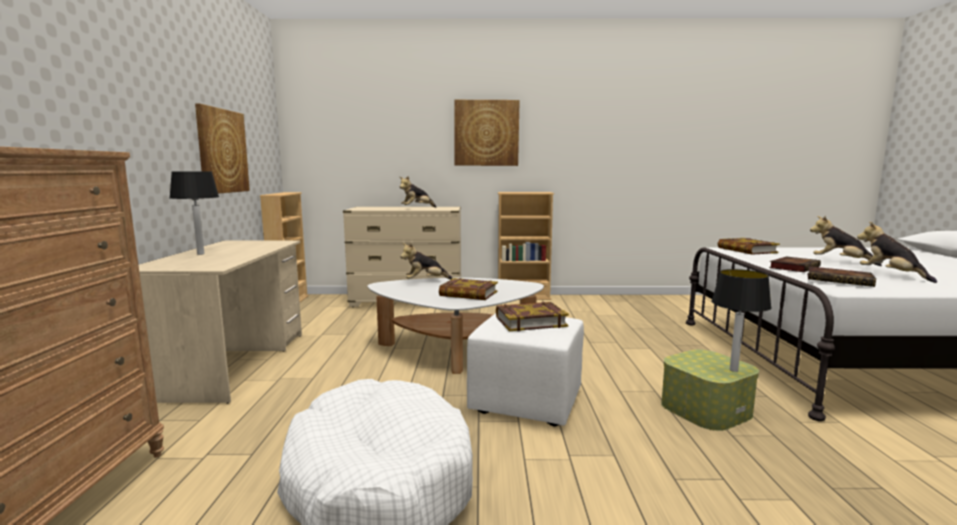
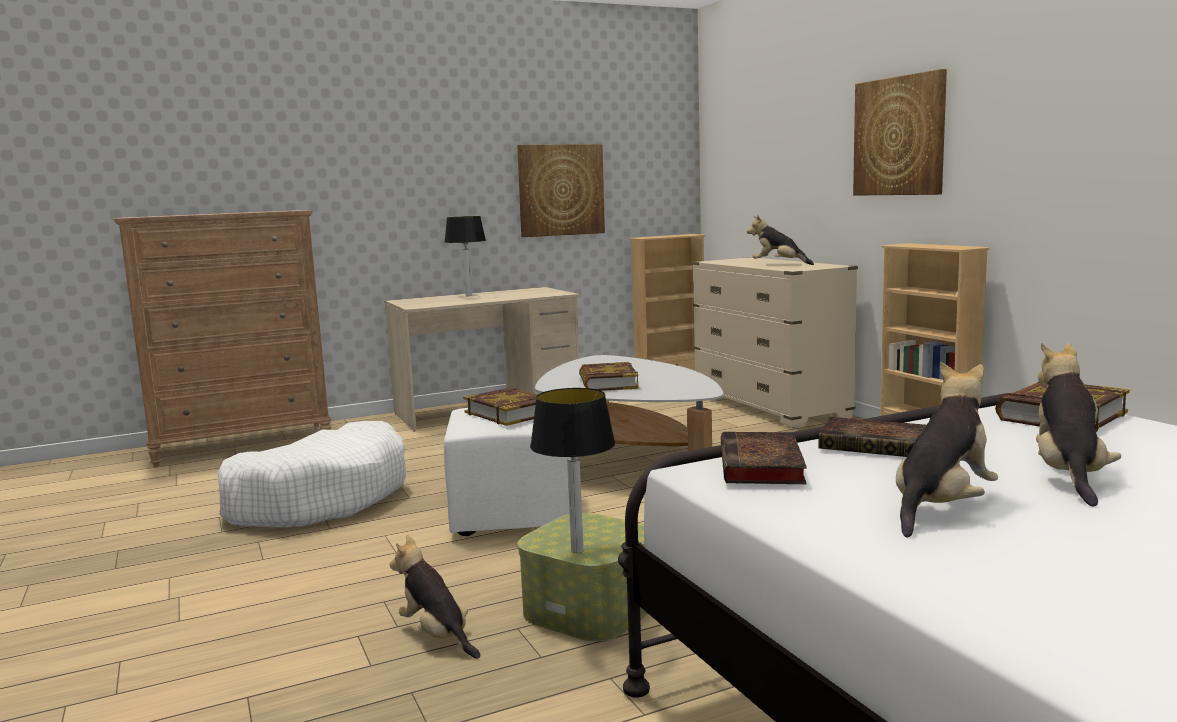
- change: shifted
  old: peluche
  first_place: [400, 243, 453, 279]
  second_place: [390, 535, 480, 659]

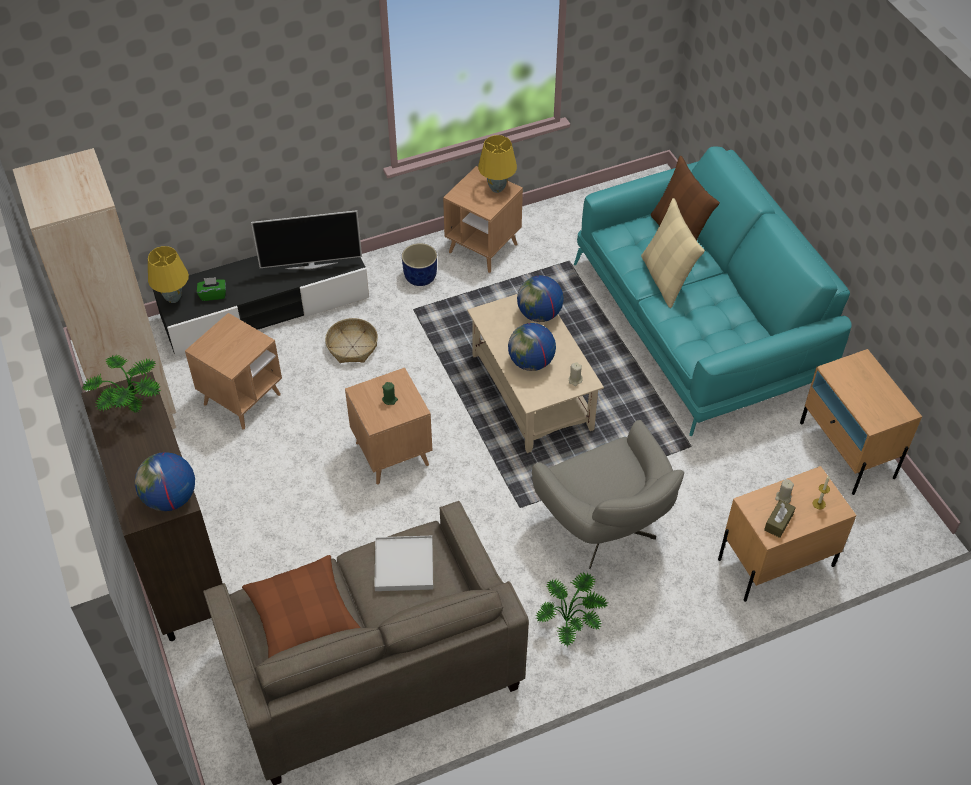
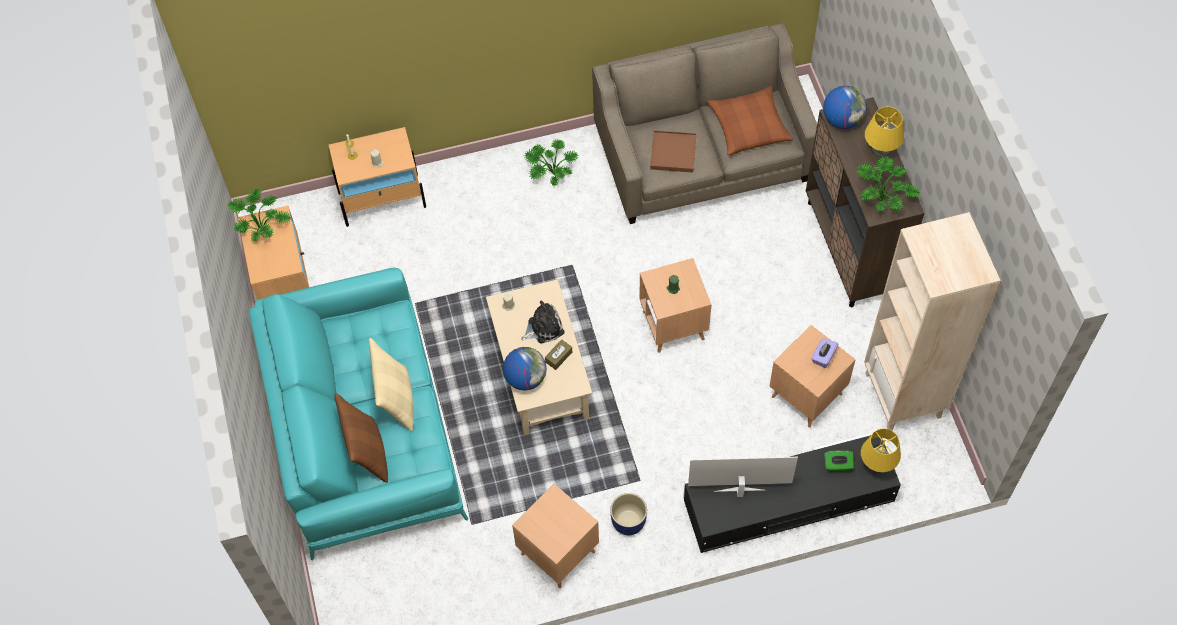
- change: new
  new: plante en pot
  second_place: [228, 188, 292, 242]
- change: swapped
  old: globe
  new: peluche
  first_place: [508, 323, 556, 371]
  second_place: [521, 301, 565, 343]
- change: shifted
  old: boîte à mouchoirs [marron]
  first_place: [764, 500, 796, 538]
  second_place: [545, 339, 572, 370]
- change: repainted
  old: plateau [blanc]
  new: plateau [marron]
  first_place: [374, 536, 433, 591]
  second_place: [650, 130, 696, 173]
- change: new
  new: boîte à mouchoirs [violet]
  second_place: [812, 338, 838, 368]
- change: shifted
  old: lampe de table [jaune]
  first_place: [478, 135, 517, 193]
  second_place: [865, 106, 904, 157]
- change: gone
  old: panier
  first_place: [325, 318, 378, 363]
- change: gone
  old: fauteuil [gris]
  first_place: [532, 420, 684, 569]

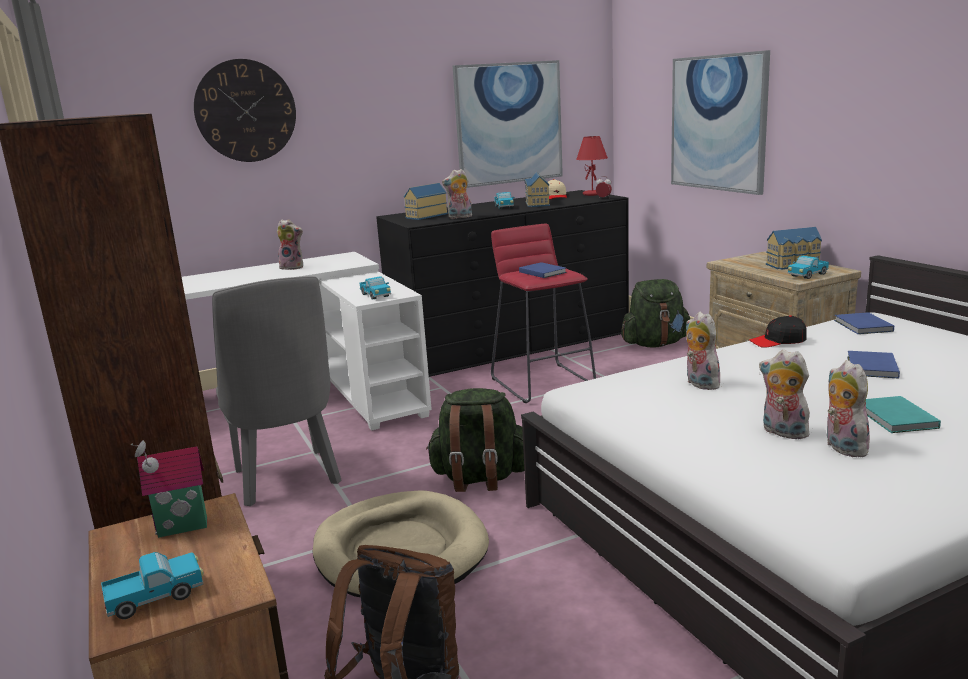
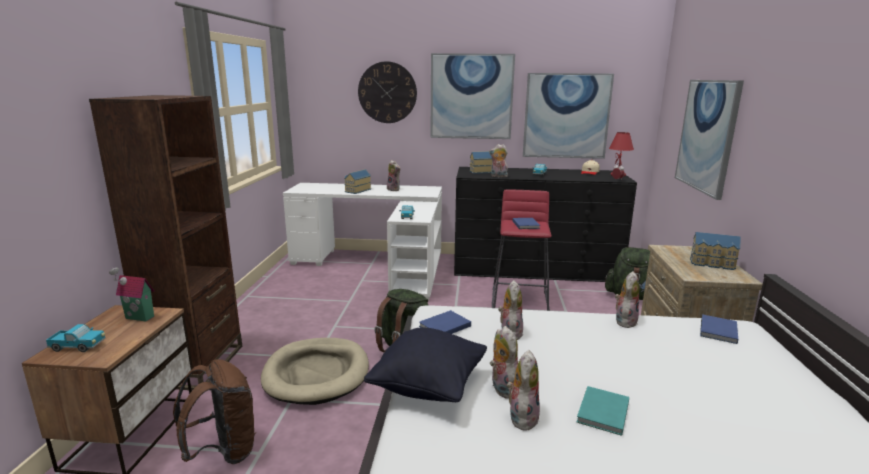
- change: shifted
  old: maison miniature
  first_place: [525, 172, 550, 207]
  second_place: [344, 169, 371, 194]
- change: new
  new: coussin [noir]
  second_place: [364, 327, 487, 402]
- change: shifted
  old: livre [bleu]
  first_place: [847, 351, 900, 379]
  second_place: [419, 310, 471, 334]
- change: new
  new: tableau
  second_place: [430, 53, 515, 139]
- change: swapped
  old: casquette [noir]
  new: peluche
  first_place: [749, 315, 807, 348]
  second_place: [615, 271, 639, 328]
- change: gone
  old: chaise [gris]
  first_place: [212, 276, 341, 506]
- change: gone
  old: camion jouet
  first_place: [788, 256, 829, 279]

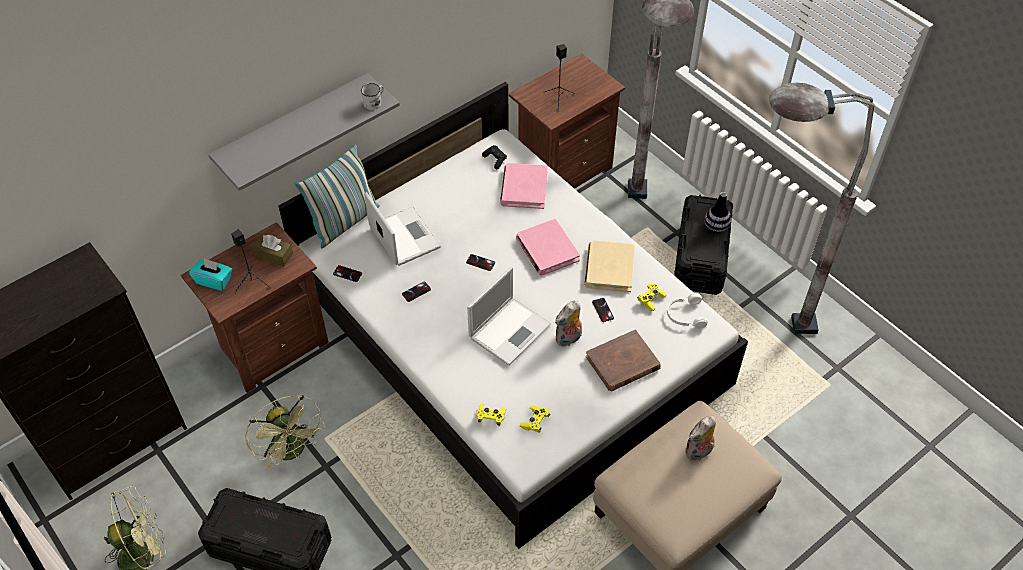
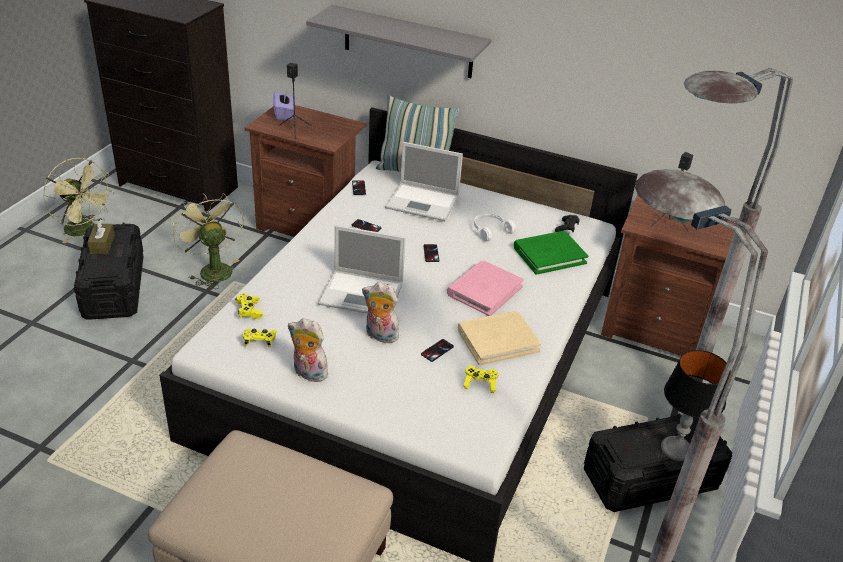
- change: shifted
  old: boîte à mouchoirs [marron]
  first_place: [252, 234, 293, 267]
  second_place: [87, 220, 115, 254]
- change: rotated
  old: ventilateur [vert]
  first_place: [245, 395, 325, 470]
  second_place: [171, 193, 244, 289]
  degrees: 120
- change: repainted
  old: boîte à mouchoirs [turquoise]
  new: boîte à mouchoirs [violet]
  first_place: [189, 258, 232, 291]
  second_place: [273, 91, 294, 120]
- change: shifted
  old: peluche
  first_place: [685, 416, 716, 460]
  second_place: [288, 318, 330, 382]
- change: rotated
  old: ordinateur portable
  first_place: [364, 192, 441, 266]
  second_place: [385, 142, 463, 221]
  degrees: 75
- change: shifted
  old: casque audio [blanc]
  first_place: [667, 293, 708, 329]
  second_place: [474, 213, 516, 241]
- change: repainted
  old: livre [rose]
  new: livre [vert]
  first_place: [500, 163, 548, 209]
  second_place: [514, 231, 588, 275]
- change: swapped
  old: vase
  new: lampe de table
  first_place: [704, 192, 731, 233]
  second_place: [661, 350, 731, 461]
- change: gone
  old: mug [blanc]
  first_place: [361, 83, 384, 110]
- change: gone
  old: livre [marron]
  first_place: [586, 330, 661, 391]

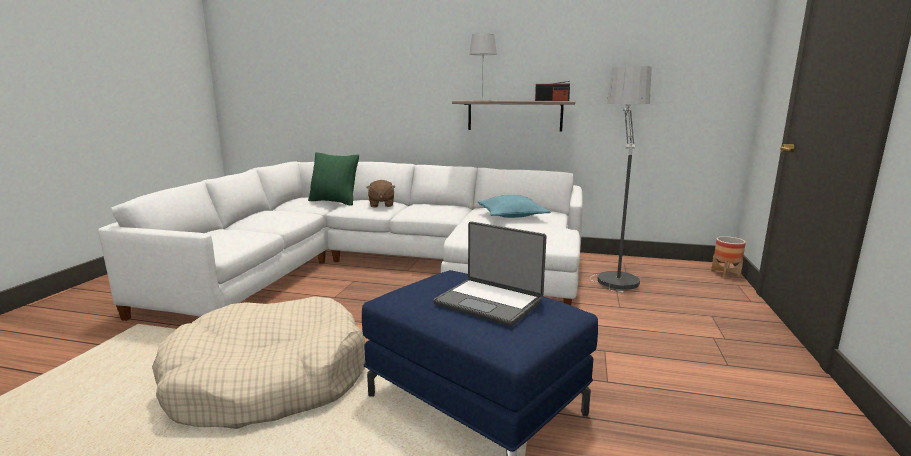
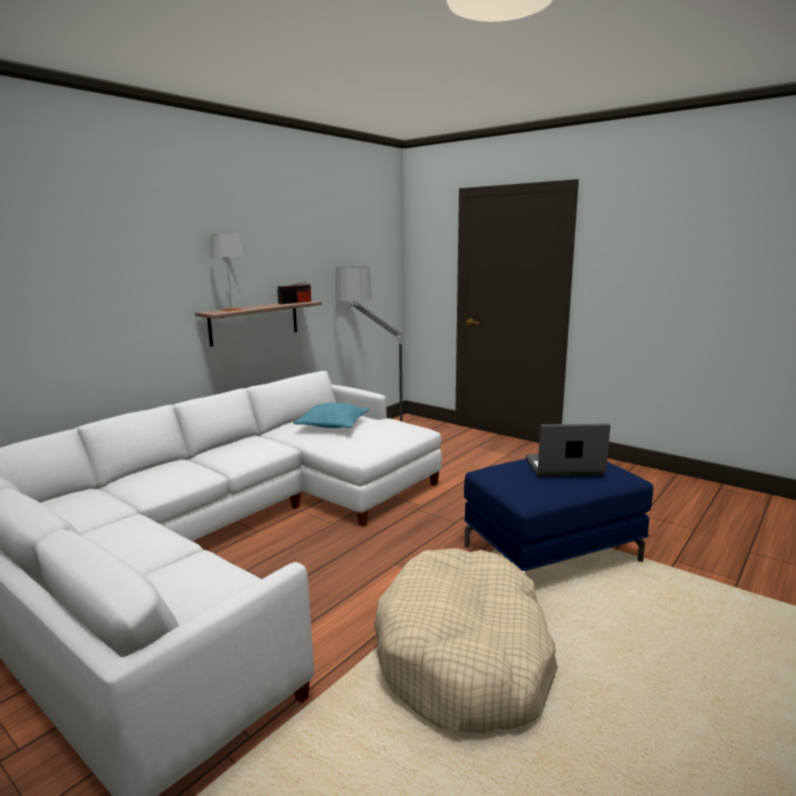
- change: rotated
  old: ordinateur portable
  first_place: [433, 221, 546, 326]
  second_place: [526, 423, 610, 477]
  degrees: -150
- change: gone
  old: coussin [vert]
  first_place: [308, 152, 359, 206]
- change: gone
  old: peluche [marron]
  first_place: [366, 180, 395, 207]
- change: gone
  old: cache-pot
  first_place: [711, 236, 746, 278]

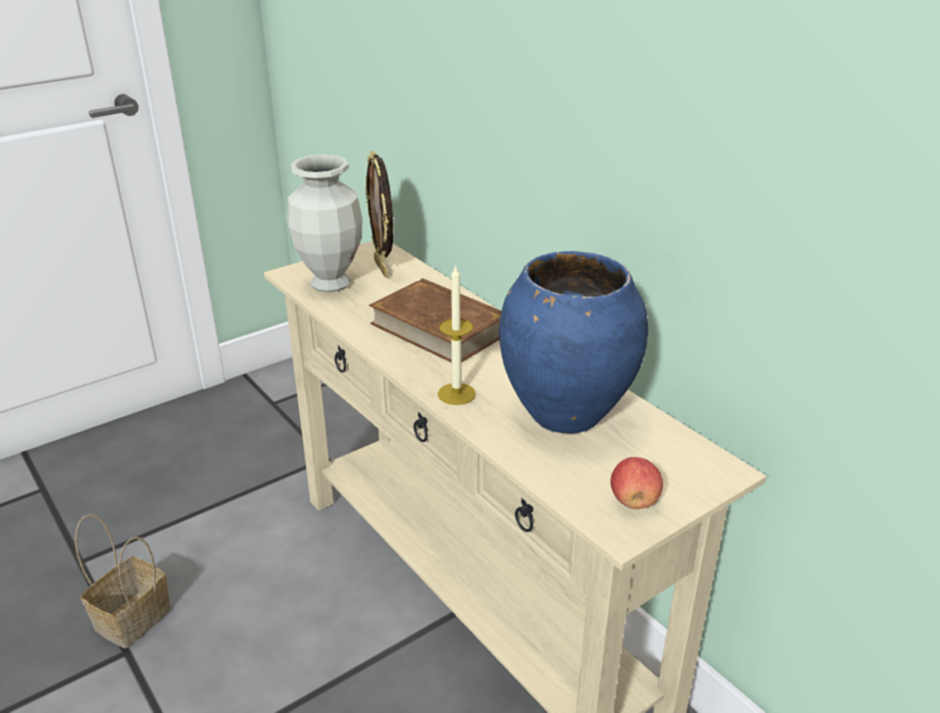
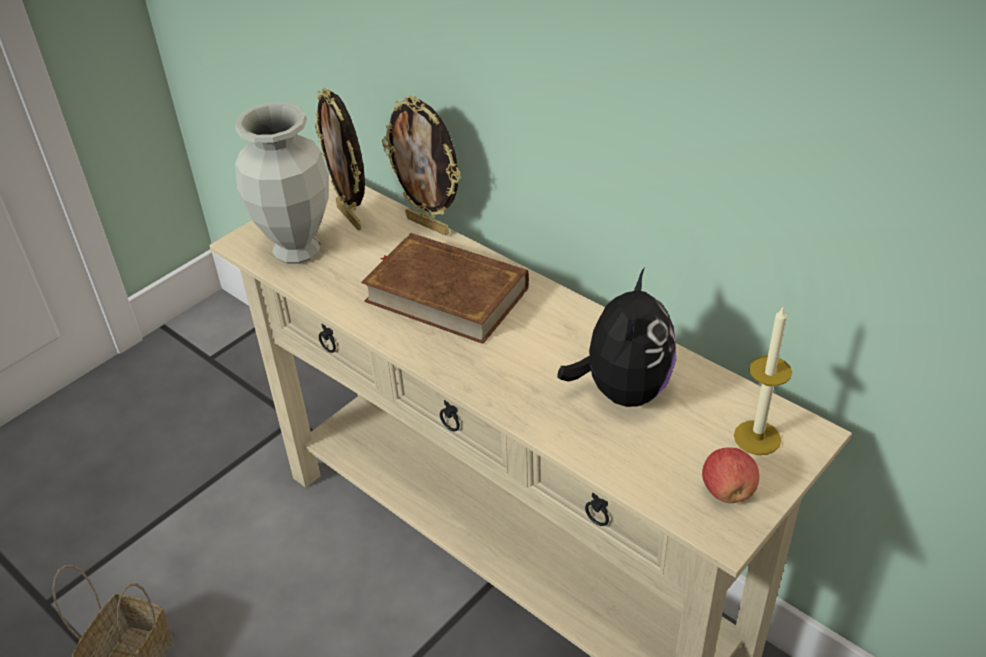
- change: new
  new: cadre photo
  second_place: [382, 96, 461, 236]
- change: swapped
  old: vase [bleu]
  new: peluche
  first_place: [499, 251, 648, 433]
  second_place: [557, 268, 676, 407]
- change: shifted
  old: bougie
  first_place: [438, 264, 476, 405]
  second_place: [734, 307, 792, 455]

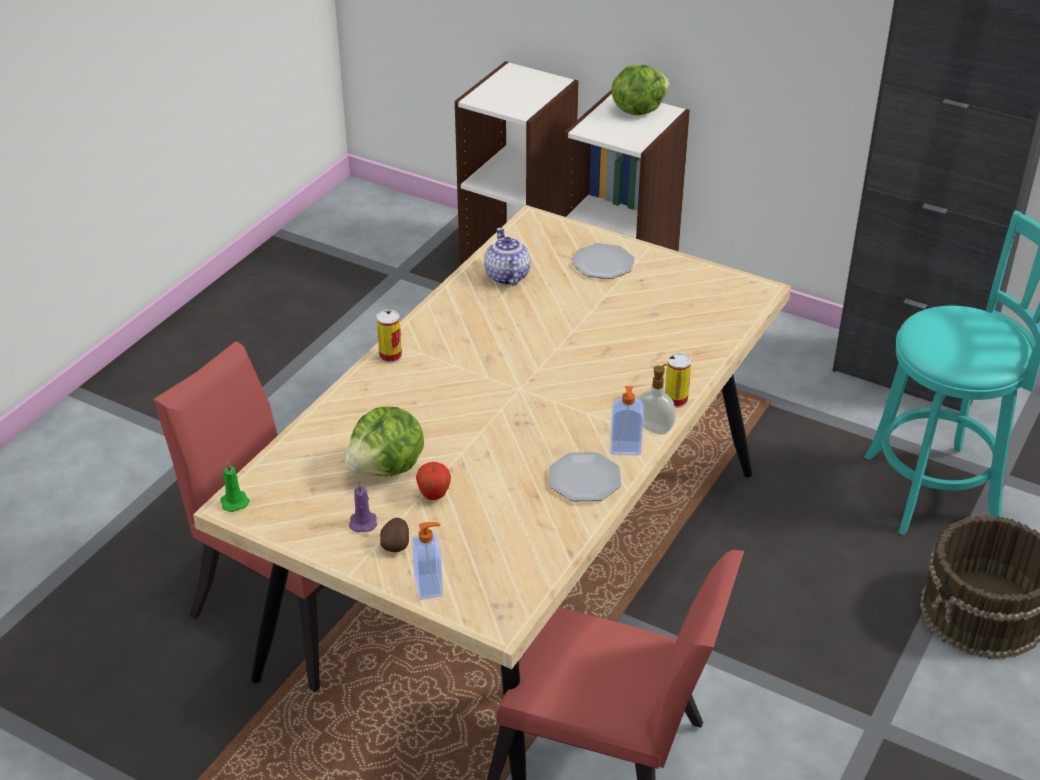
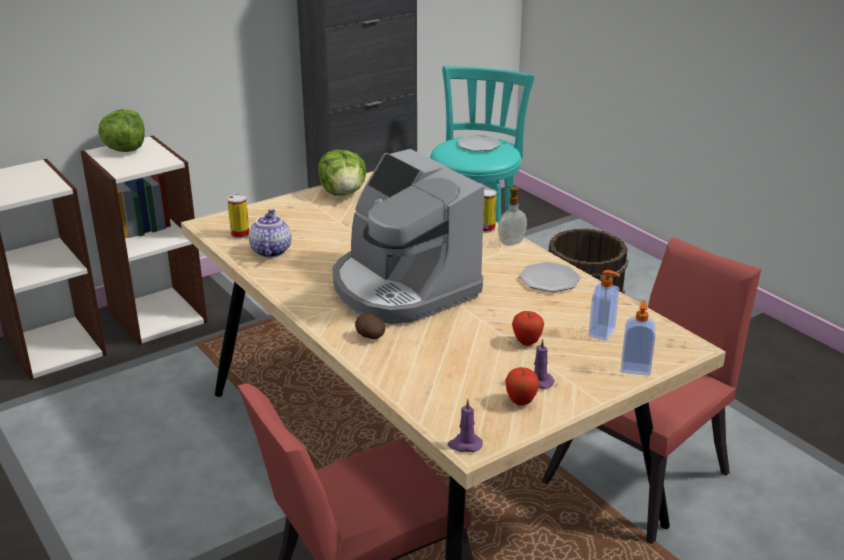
- change: shifted
  old: boîte métallique
  first_place: [376, 309, 402, 363]
  second_place: [227, 194, 249, 239]
- change: rotated
  old: théière
  first_place: [484, 228, 531, 286]
  second_place: [249, 209, 291, 257]
  degrees: 75
- change: shifted
  old: laitue
  first_place: [345, 406, 424, 477]
  second_place: [318, 150, 366, 196]
- change: new
  new: machine à café
  second_place: [333, 149, 484, 324]
- change: shifted
  old: pomme de terre
  first_place: [380, 518, 409, 552]
  second_place: [355, 313, 385, 340]
- change: repainted
  old: bougie [vert]
  new: bougie [violet]
  first_place: [220, 462, 250, 512]
  second_place: [448, 399, 483, 452]
- change: shifted
  old: assiette
  first_place: [572, 243, 635, 279]
  second_place: [457, 135, 501, 151]
- change: new
  new: pomme
  second_place: [505, 367, 540, 406]
- change: shifted
  old: distributeur de savon
  first_place: [610, 386, 643, 456]
  second_place: [588, 270, 620, 341]

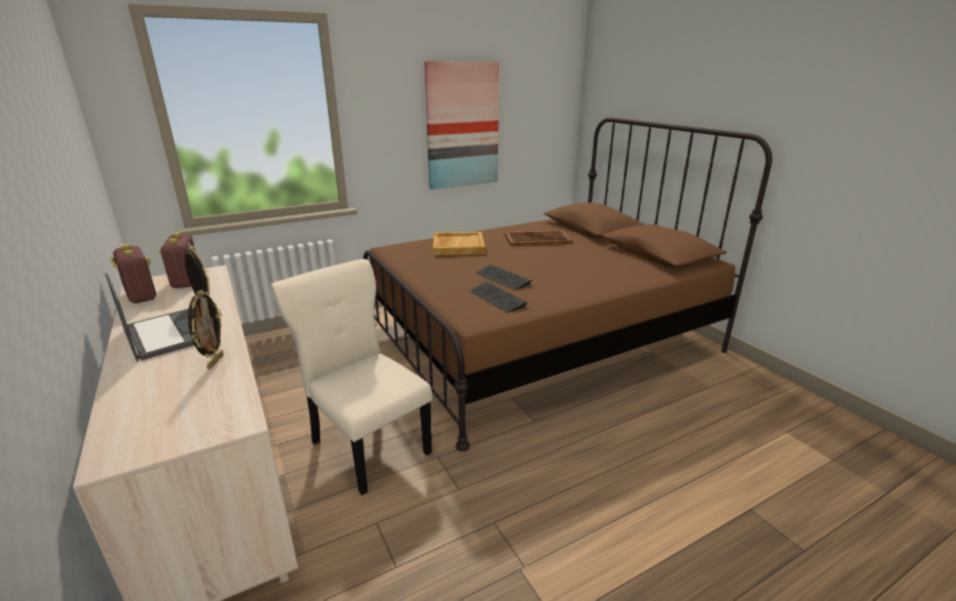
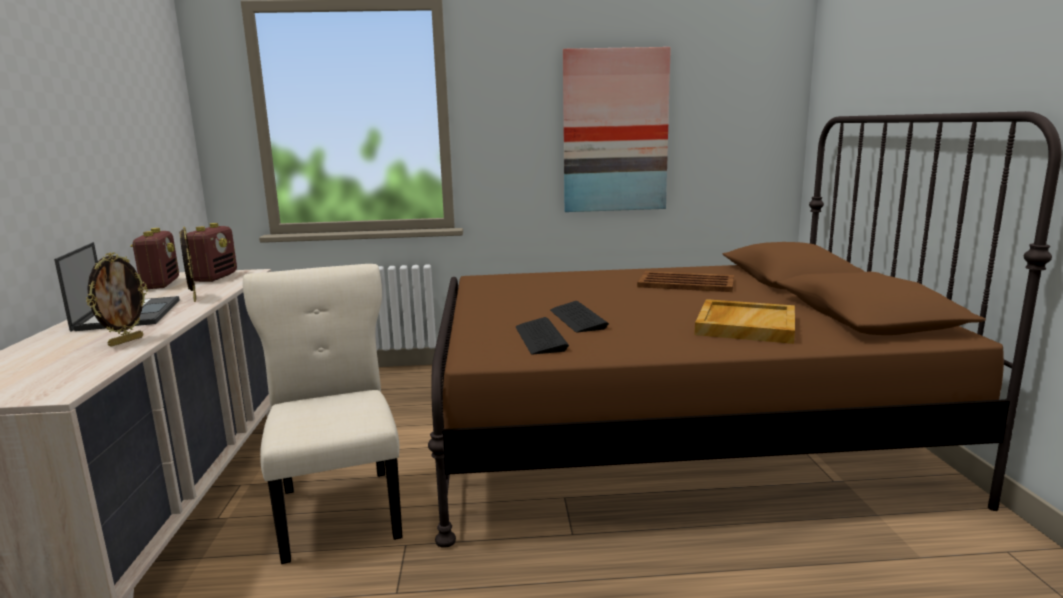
- change: shifted
  old: plateau [beige]
  first_place: [433, 232, 485, 255]
  second_place: [694, 299, 795, 344]

